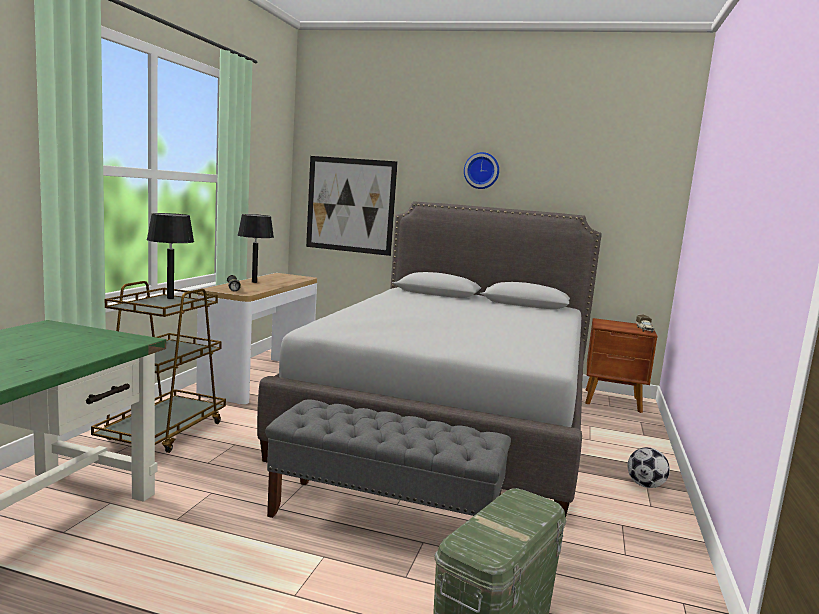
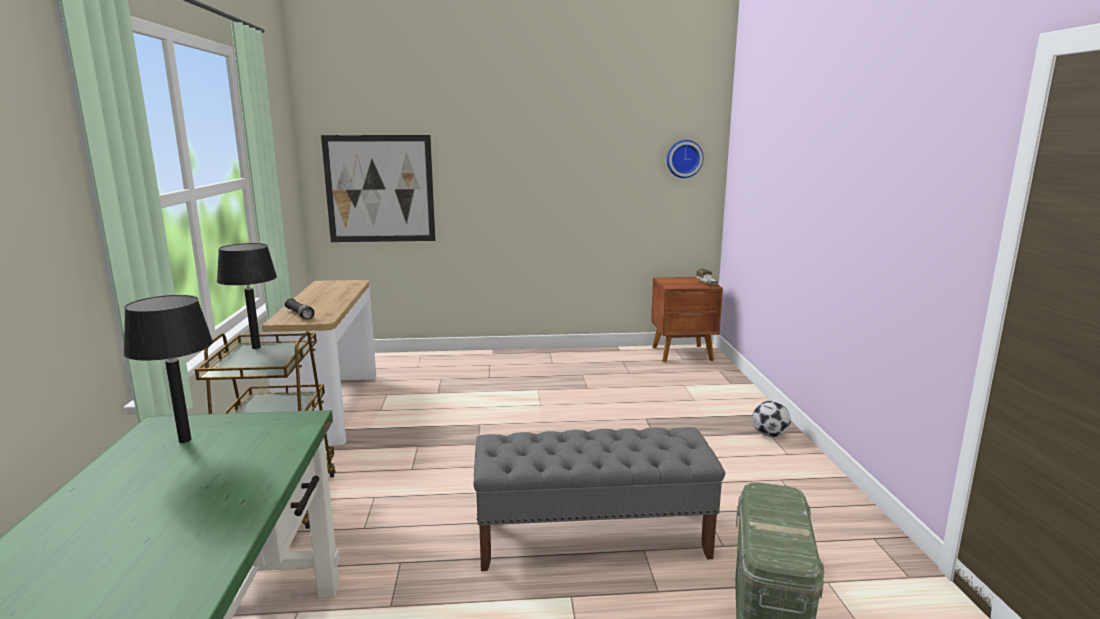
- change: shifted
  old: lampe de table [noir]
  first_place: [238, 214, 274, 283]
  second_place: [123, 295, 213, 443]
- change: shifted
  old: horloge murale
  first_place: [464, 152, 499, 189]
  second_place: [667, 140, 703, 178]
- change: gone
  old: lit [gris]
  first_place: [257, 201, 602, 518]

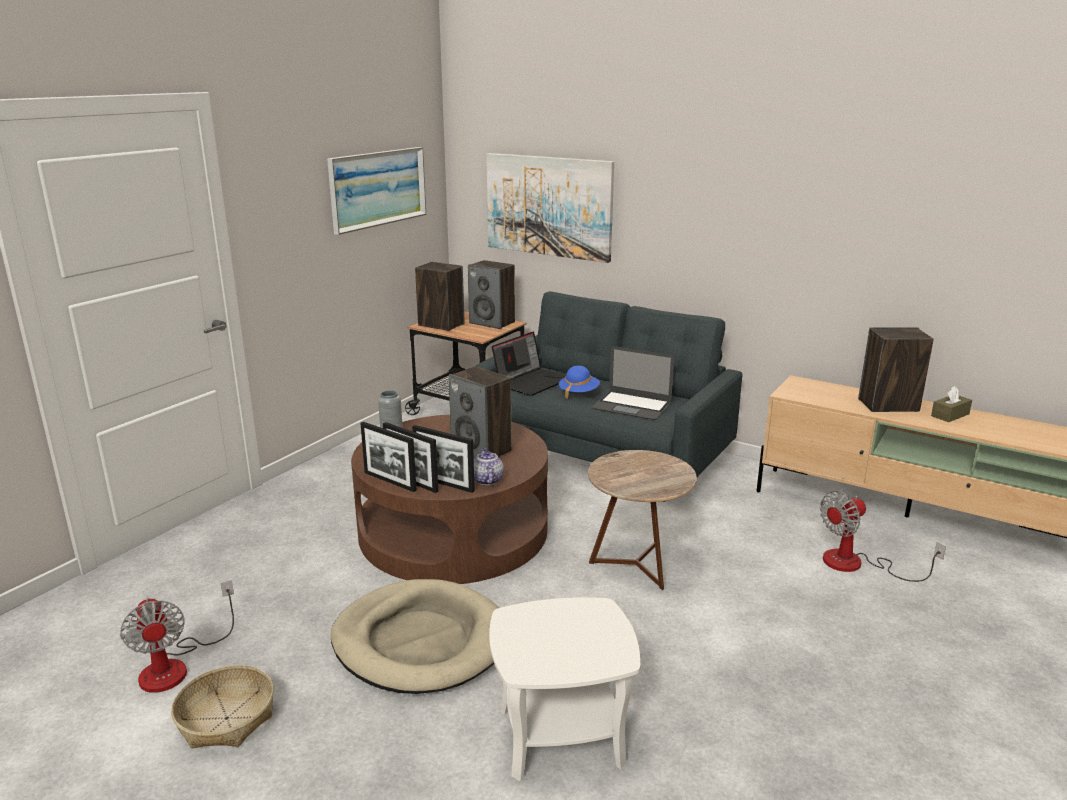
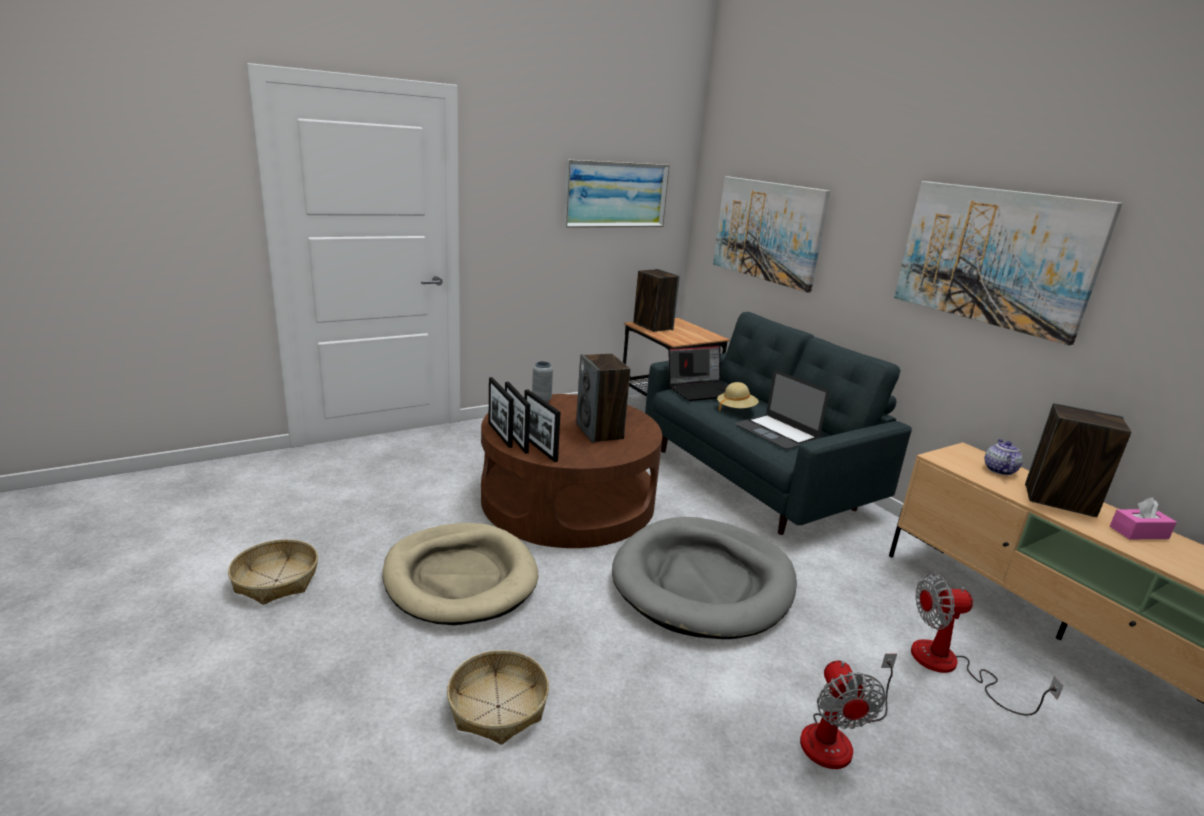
- change: swapped
  old: table d'appoint [blanc]
  new: panier
  first_place: [489, 597, 640, 782]
  second_place: [447, 650, 549, 745]
- change: swapped
  old: table d'appoint [marron]
  new: panier pour chien [gris]
  first_place: [588, 450, 697, 590]
  second_place: [612, 517, 797, 639]
- change: repainted
  old: chapeau [bleu]
  new: chapeau [beige]
  first_place: [559, 366, 600, 399]
  second_place: [717, 382, 759, 411]
- change: shifted
  old: ventilateur
  first_place: [120, 580, 234, 693]
  second_place: [800, 653, 897, 769]
- change: new
  new: tableau
  second_place: [894, 181, 1122, 345]
- change: shifted
  old: théière
  first_place: [474, 448, 504, 485]
  second_place: [984, 439, 1023, 475]
- change: repainted
  old: boîte à mouchoirs [marron]
  new: boîte à mouchoirs [rose]
  first_place: [931, 386, 972, 422]
  second_place: [1110, 498, 1177, 539]
- change: gone
  old: enceinte
  first_place: [468, 260, 515, 329]

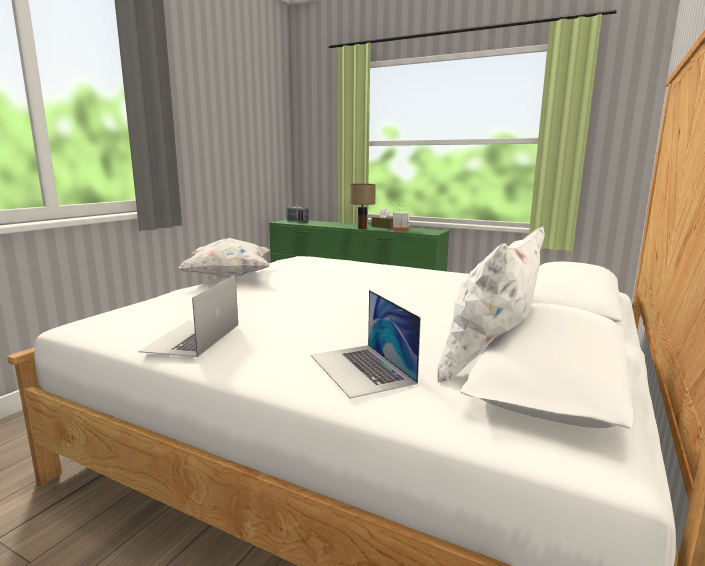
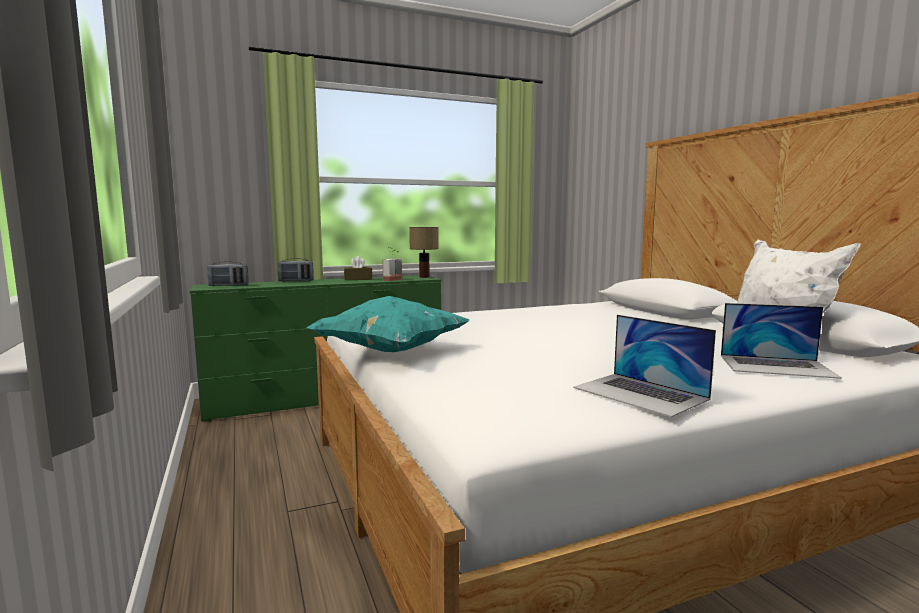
- change: new
  new: radio
  second_place: [277, 258, 314, 281]
- change: repainted
  old: coussin [blanc]
  new: coussin [turquoise]
  first_place: [178, 238, 270, 278]
  second_place: [306, 296, 470, 352]
- change: shifted
  old: lampe de table
  first_place: [350, 184, 376, 229]
  second_place: [409, 227, 439, 278]

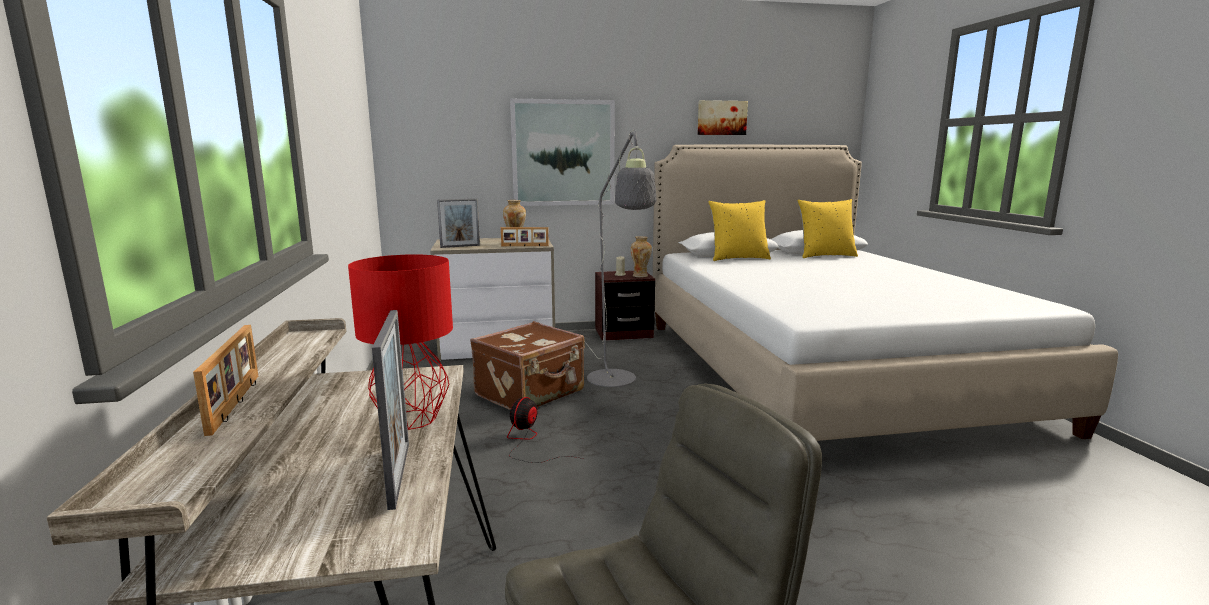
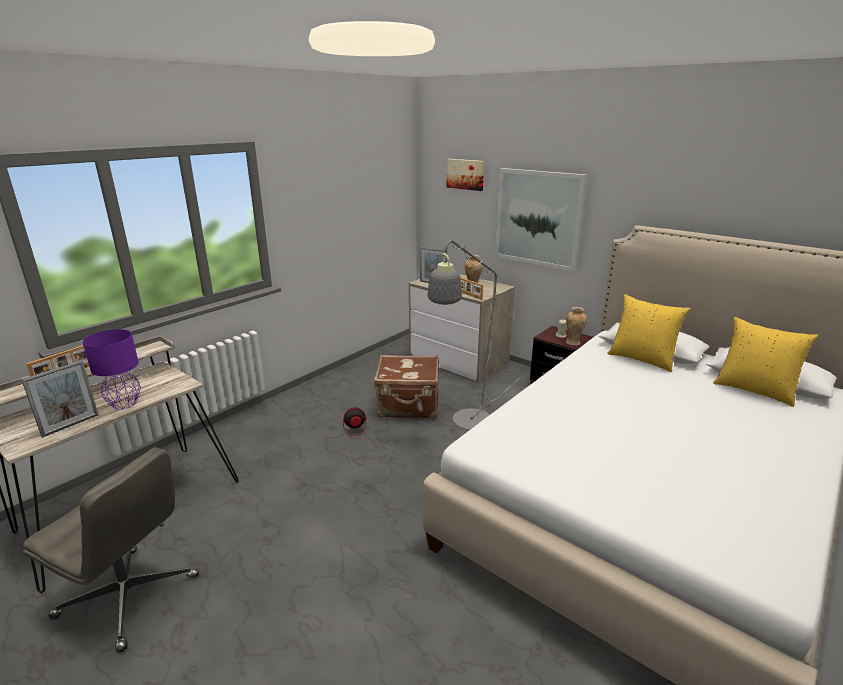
- change: repainted
  old: lampe de table [rouge]
  new: lampe de table [violet]
  first_place: [348, 255, 453, 430]
  second_place: [82, 329, 141, 410]
- change: shifted
  old: tableau
  first_place: [697, 100, 748, 135]
  second_place: [446, 159, 484, 191]

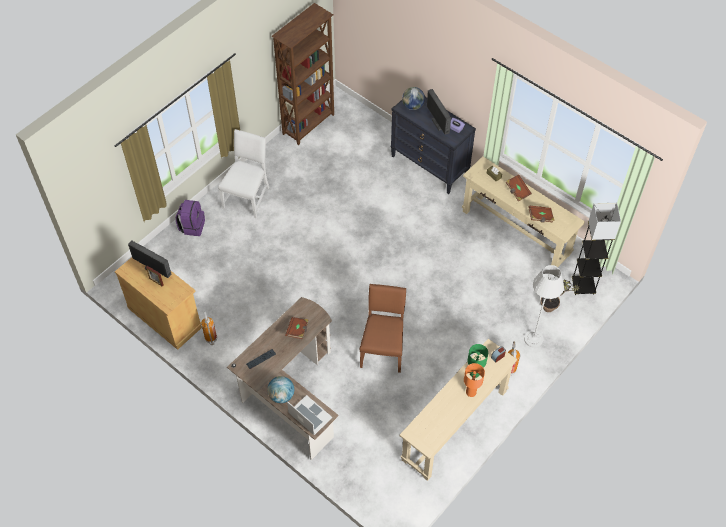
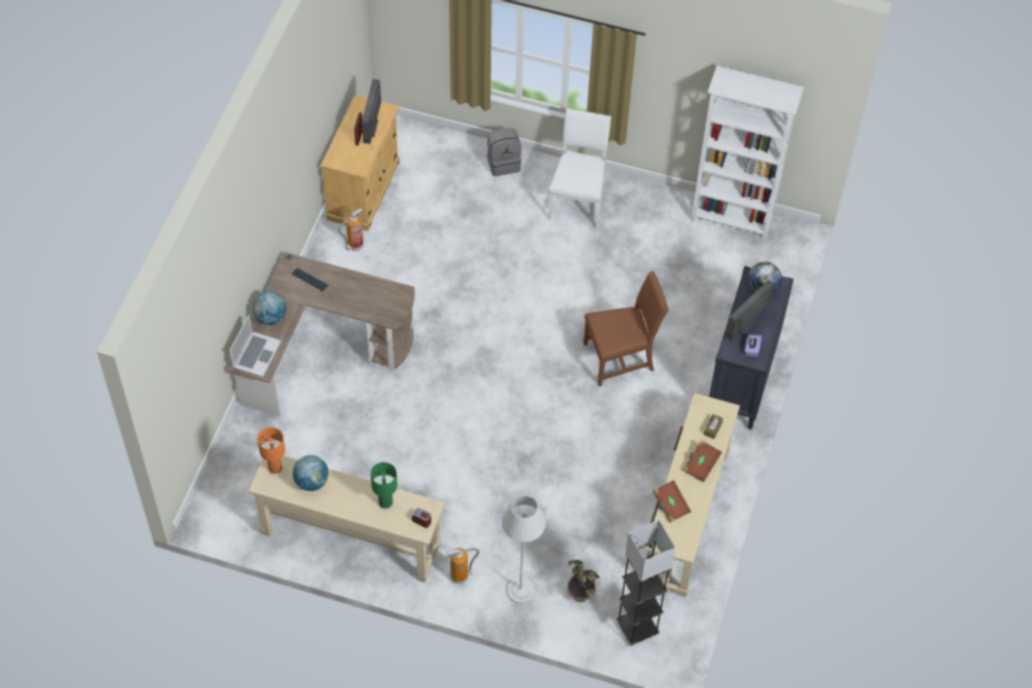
- change: shifted
  old: lampe de table [orange]
  first_place: [464, 363, 485, 397]
  second_place: [257, 427, 285, 474]
- change: new
  new: globe
  second_place: [292, 455, 329, 491]
- change: repainted
  old: sac à dos [violet]
  new: sac à dos [gris]
  first_place: [176, 200, 205, 236]
  second_place: [487, 128, 522, 176]
- change: rotated
  old: chaise [blanc]
  first_place: [218, 129, 269, 218]
  second_place: [548, 108, 611, 228]
  degrees: -75
- change: shifted
  old: chaise [marron]
  first_place: [360, 284, 406, 373]
  second_place: [583, 271, 669, 387]
- change: repainted
  old: bibliothèque [marron]
  new: bibliothèque [blanc]
  first_place: [271, 3, 334, 145]
  second_place: [691, 66, 804, 241]
- change: gone
  old: livre [marron]
  first_place: [285, 317, 309, 339]

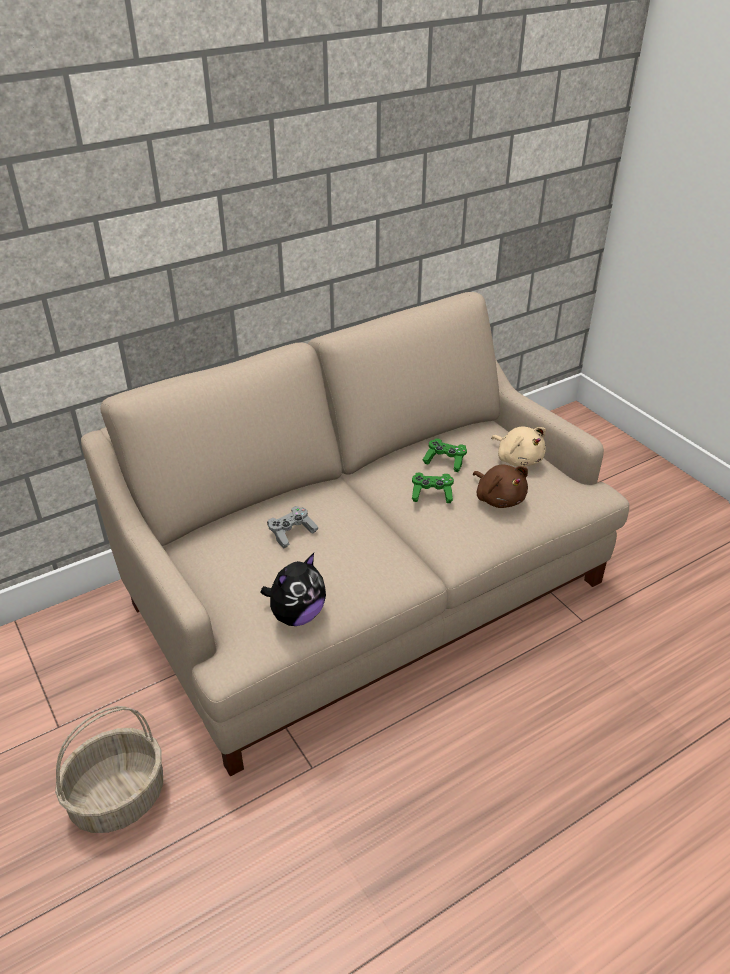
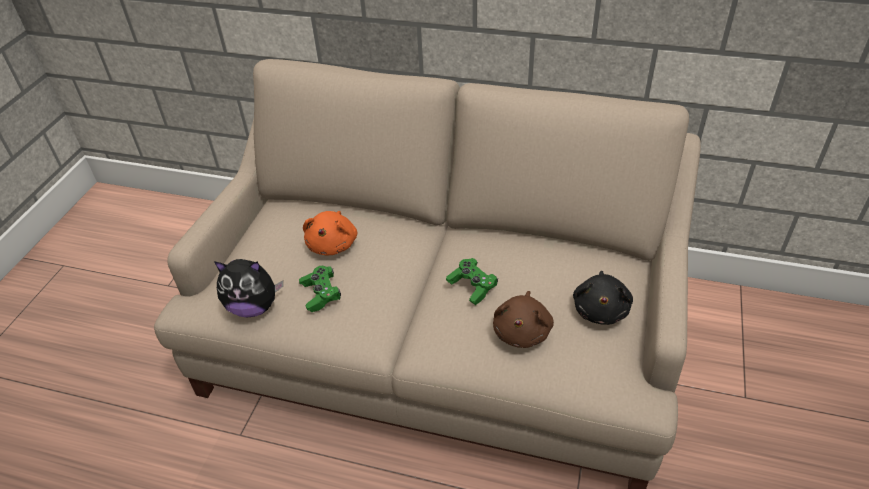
- change: shifted
  old: manette [vert]
  first_place: [423, 438, 467, 472]
  second_place: [299, 266, 341, 312]
- change: swapped
  old: manette [gris]
  new: peluche [orange]
  first_place: [267, 506, 318, 548]
  second_place: [303, 211, 357, 255]
- change: repainted
  old: peluche [beige]
  new: peluche [noir]
  first_place: [491, 427, 546, 467]
  second_place: [573, 271, 633, 325]
- change: gone
  old: panier
  first_place: [55, 706, 163, 833]

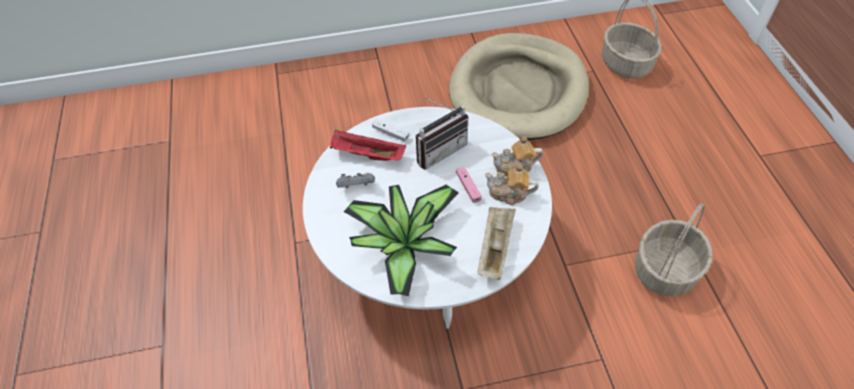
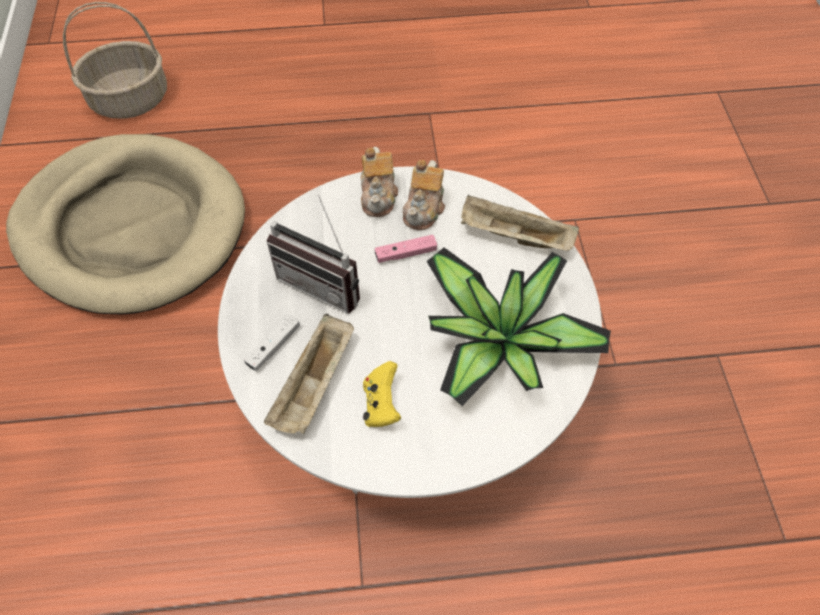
- change: repainted
  old: plateau [rouge]
  new: plateau [beige]
  first_place: [330, 129, 406, 161]
  second_place: [264, 314, 354, 434]
- change: rotated
  old: radio
  first_place: [416, 97, 468, 170]
  second_place: [267, 195, 360, 313]
  degrees: 150
- change: repainted
  old: manette [gris]
  new: manette [jaune]
  first_place: [336, 173, 375, 188]
  second_place: [363, 361, 401, 427]
- change: gone
  old: panier
  first_place: [635, 203, 712, 296]

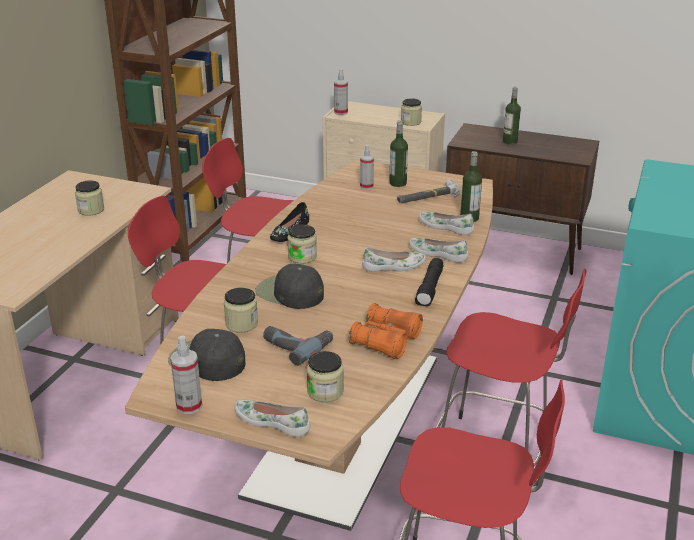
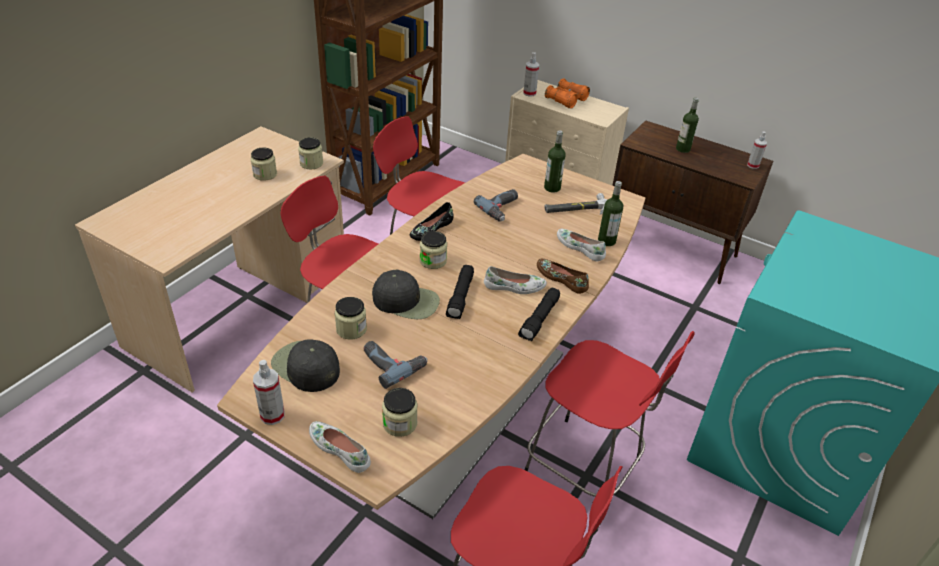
- change: shifted
  old: bocal
  first_place: [401, 98, 422, 126]
  second_place: [298, 137, 323, 169]
- change: rotated
  old: casquette [noir]
  first_place: [256, 264, 324, 309]
  second_place: [372, 270, 440, 319]
  degrees: 150
- change: new
  new: lampe de poche [noir]
  second_place: [446, 265, 474, 319]
- change: new
  new: perceuse
  second_place: [474, 189, 518, 222]
- change: repainted
  old: chaussure [blanc]
  new: chaussure [marron]
  first_place: [409, 238, 468, 263]
  second_place: [537, 258, 589, 294]
- change: shifted
  old: jumelles [orange]
  first_place: [348, 303, 423, 359]
  second_place: [545, 78, 590, 109]
- change: shifted
  old: vaporisateur
  first_place: [360, 145, 374, 189]
  second_place: [747, 132, 767, 169]

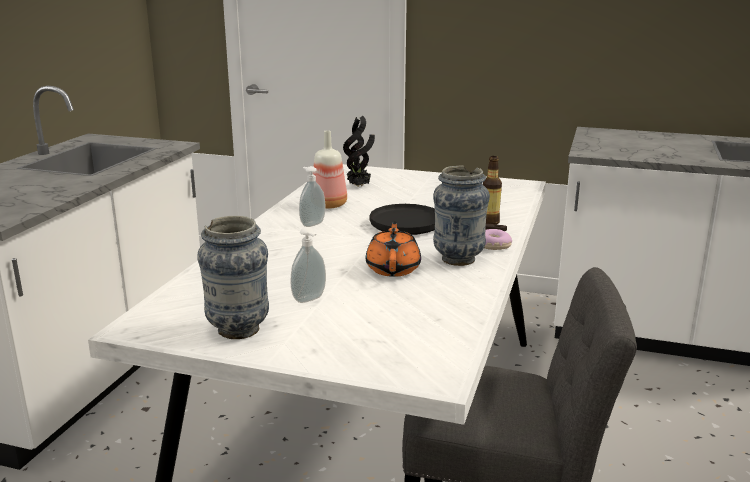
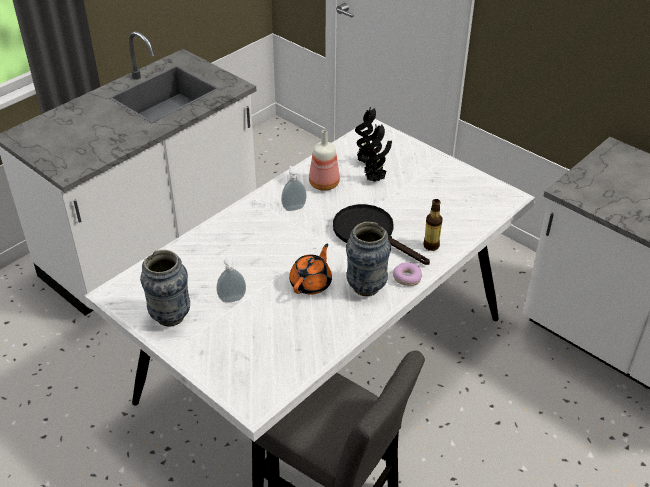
- change: new
  new: plante en pot
  second_place: [363, 124, 392, 182]

